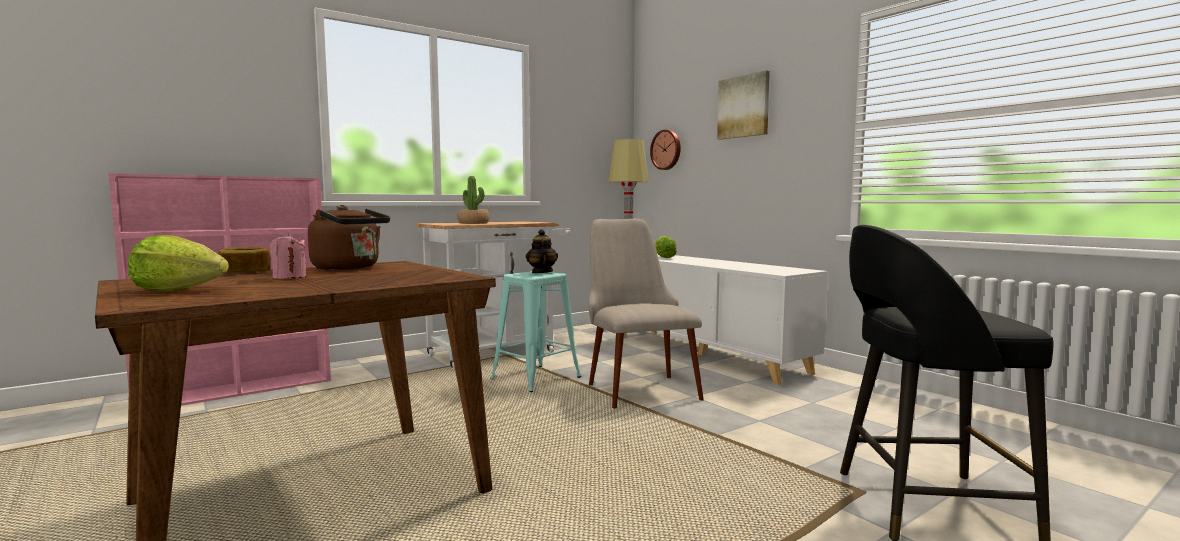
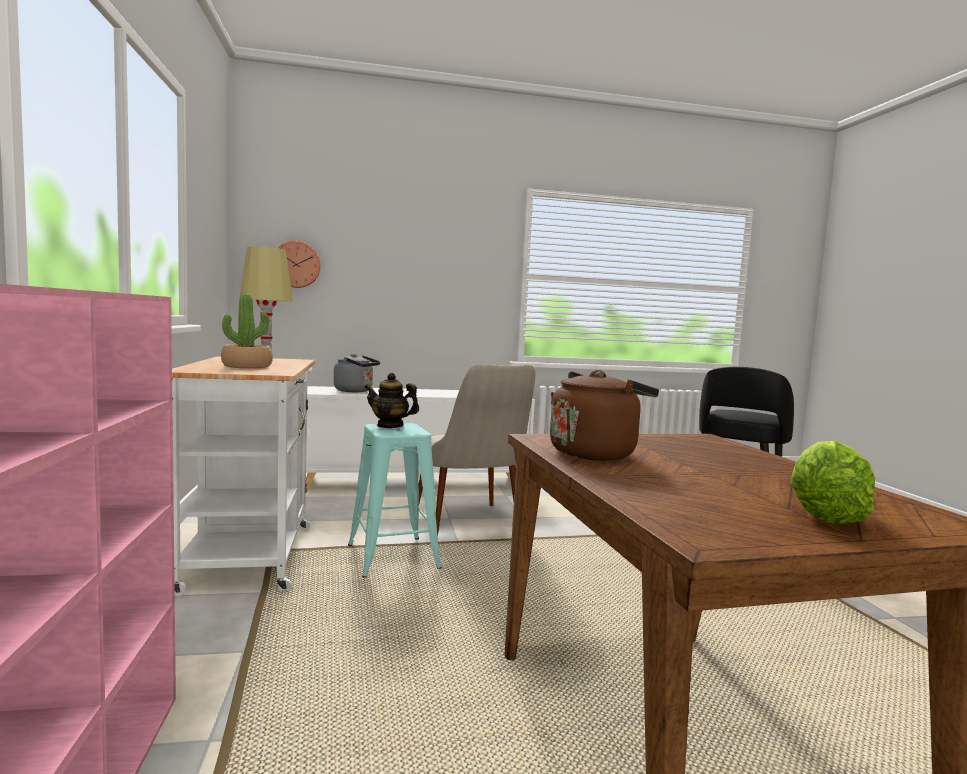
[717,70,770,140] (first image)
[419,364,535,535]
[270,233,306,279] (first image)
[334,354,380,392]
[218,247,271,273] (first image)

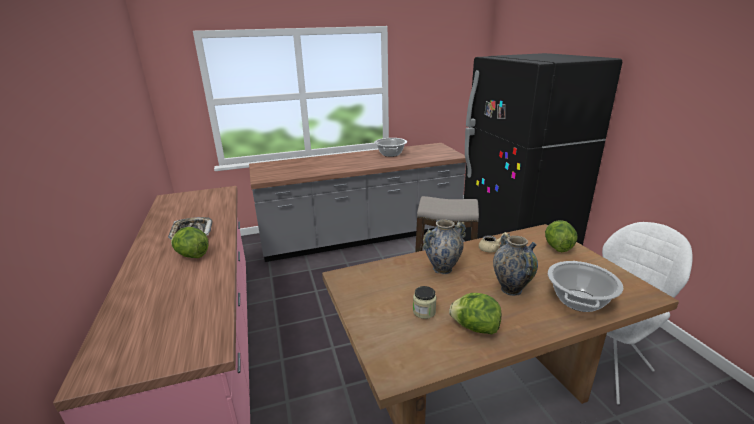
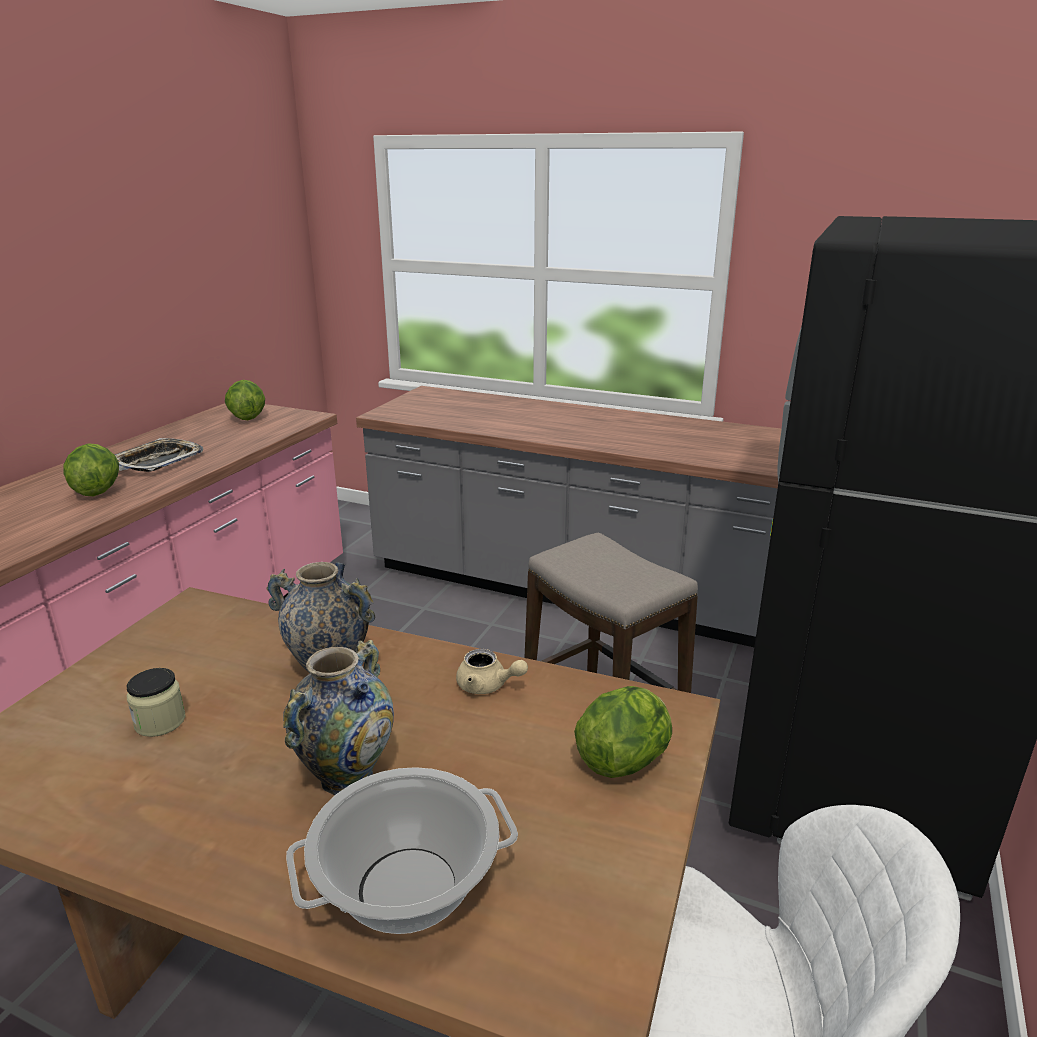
[375,138,407,157] (first image)
[225,380,265,420]

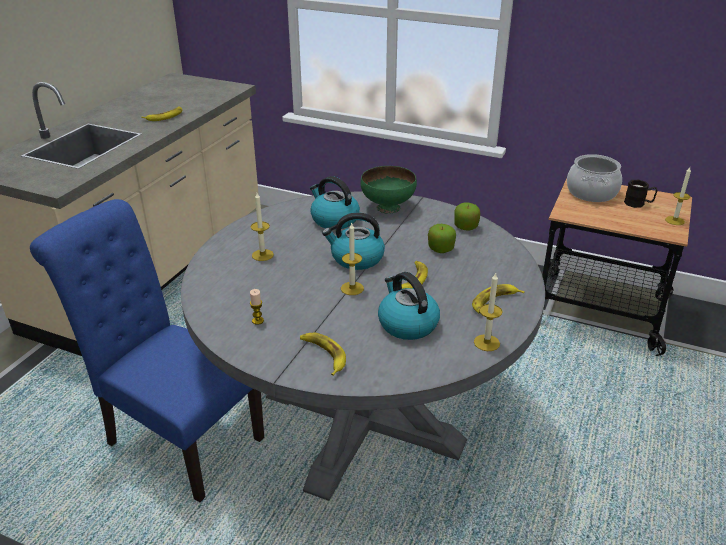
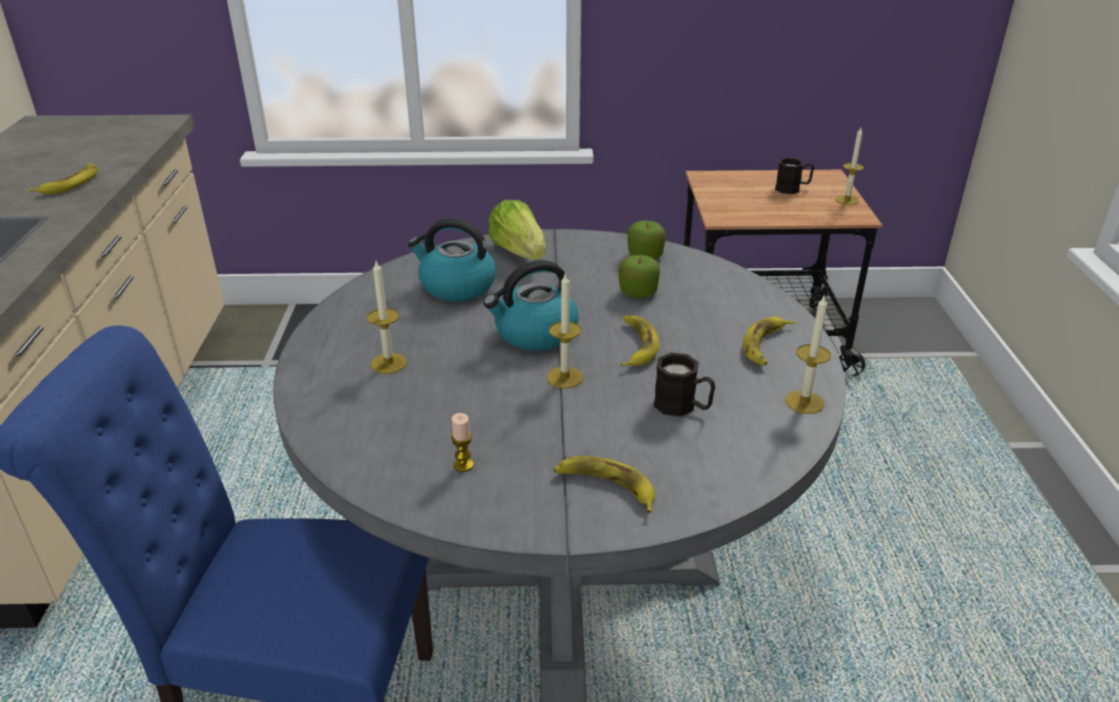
[567,154,622,202] (first image)
[488,200,546,260]
[654,353,715,417]

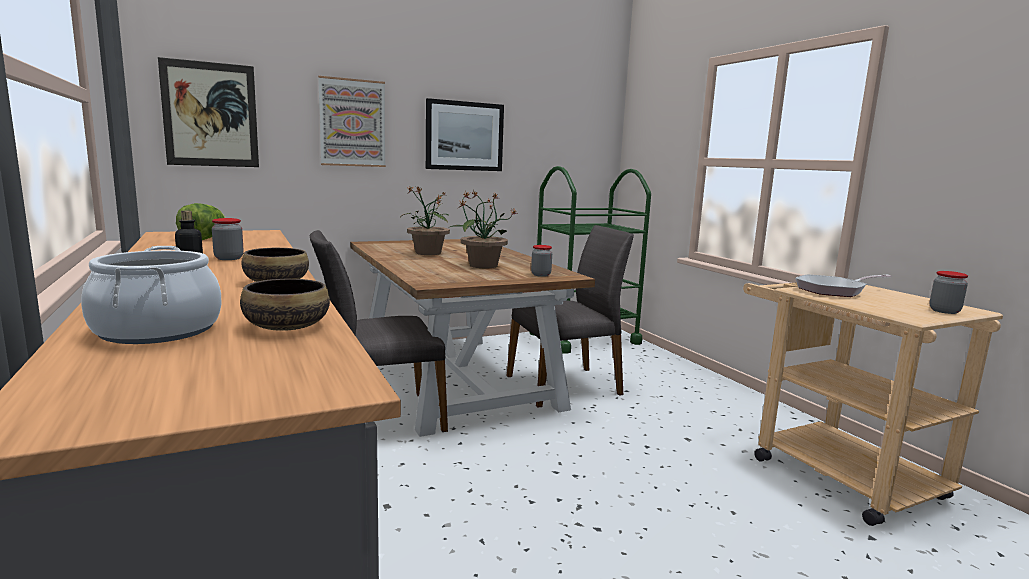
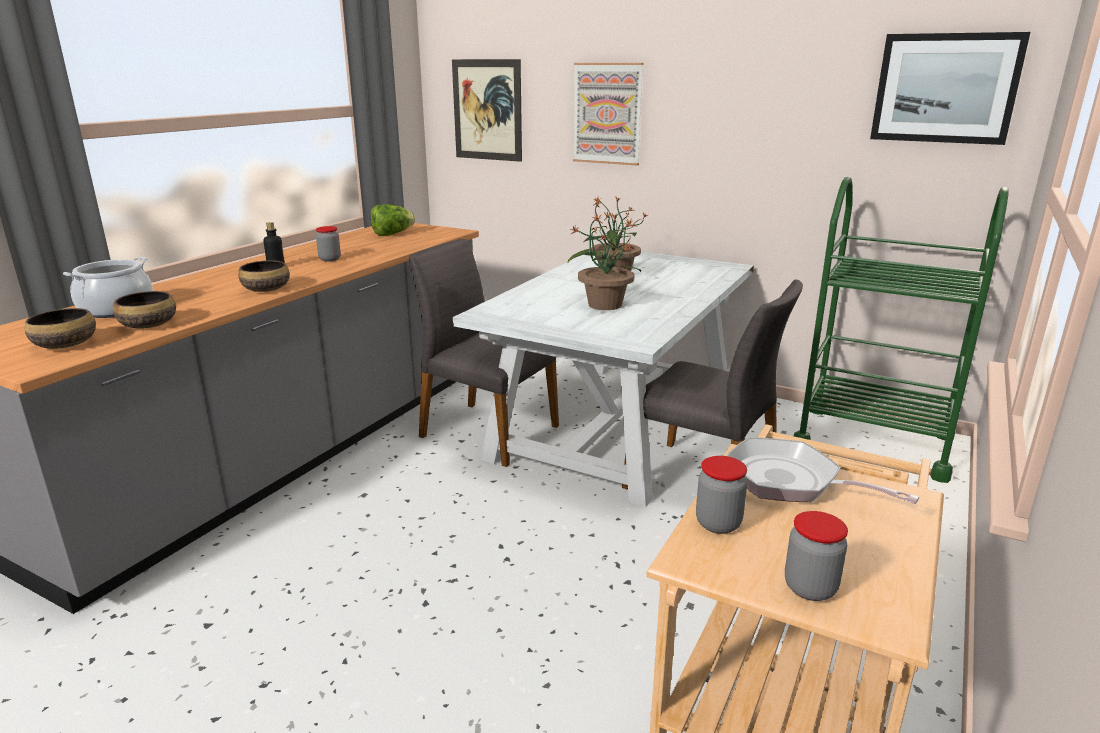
[870,32,1030,145]
[453,252,754,507]
[696,456,747,534]
[25,308,96,349]

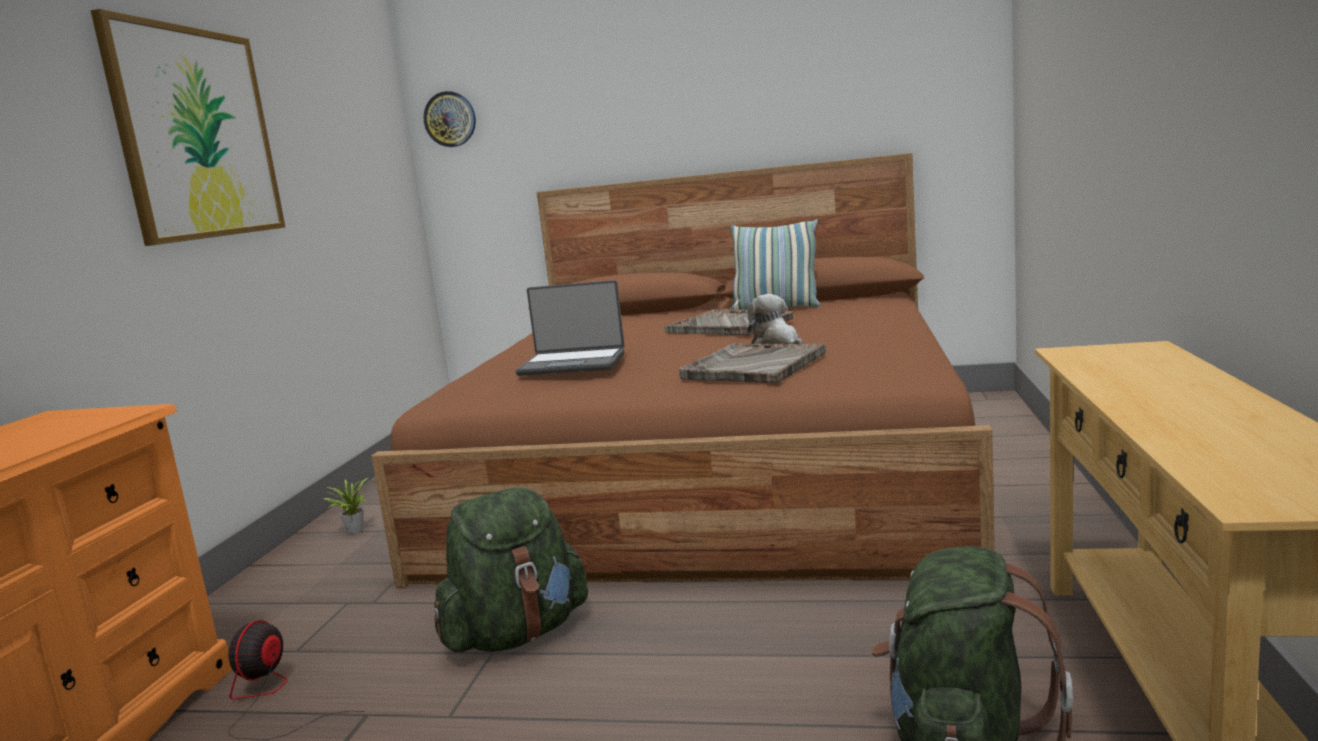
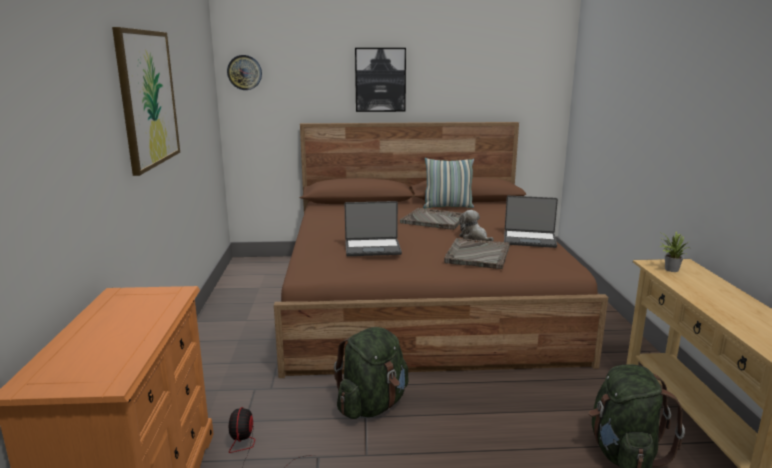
[660,232,691,272]
[355,48,406,112]
[504,196,558,248]

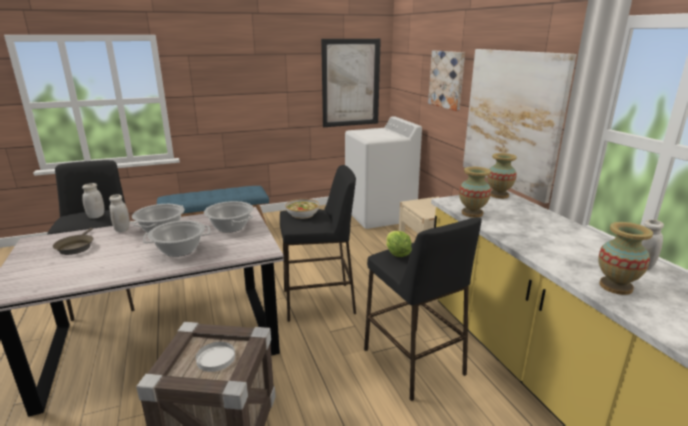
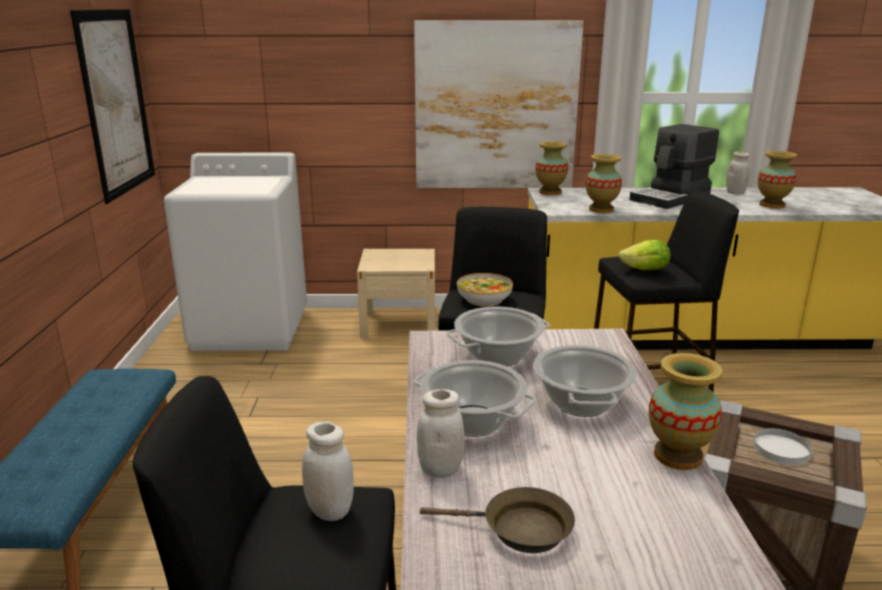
[428,51,465,111] (first image)
[629,124,719,209]
[649,353,722,470]

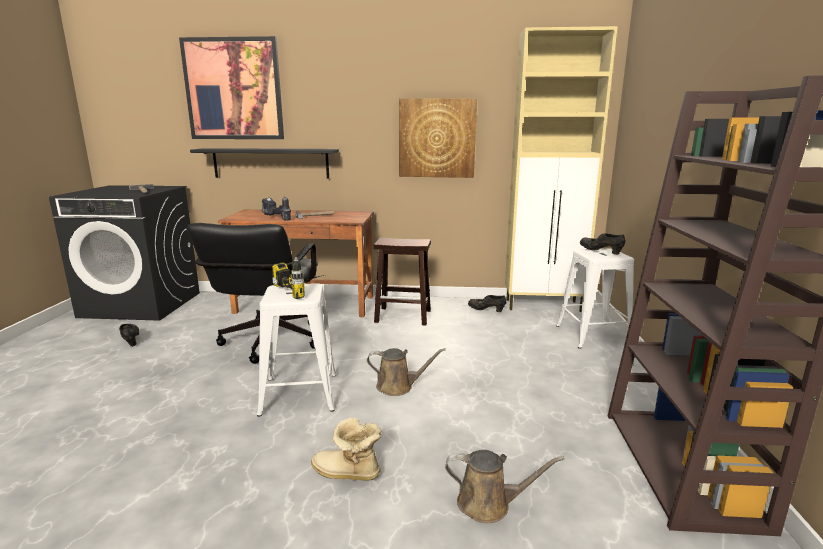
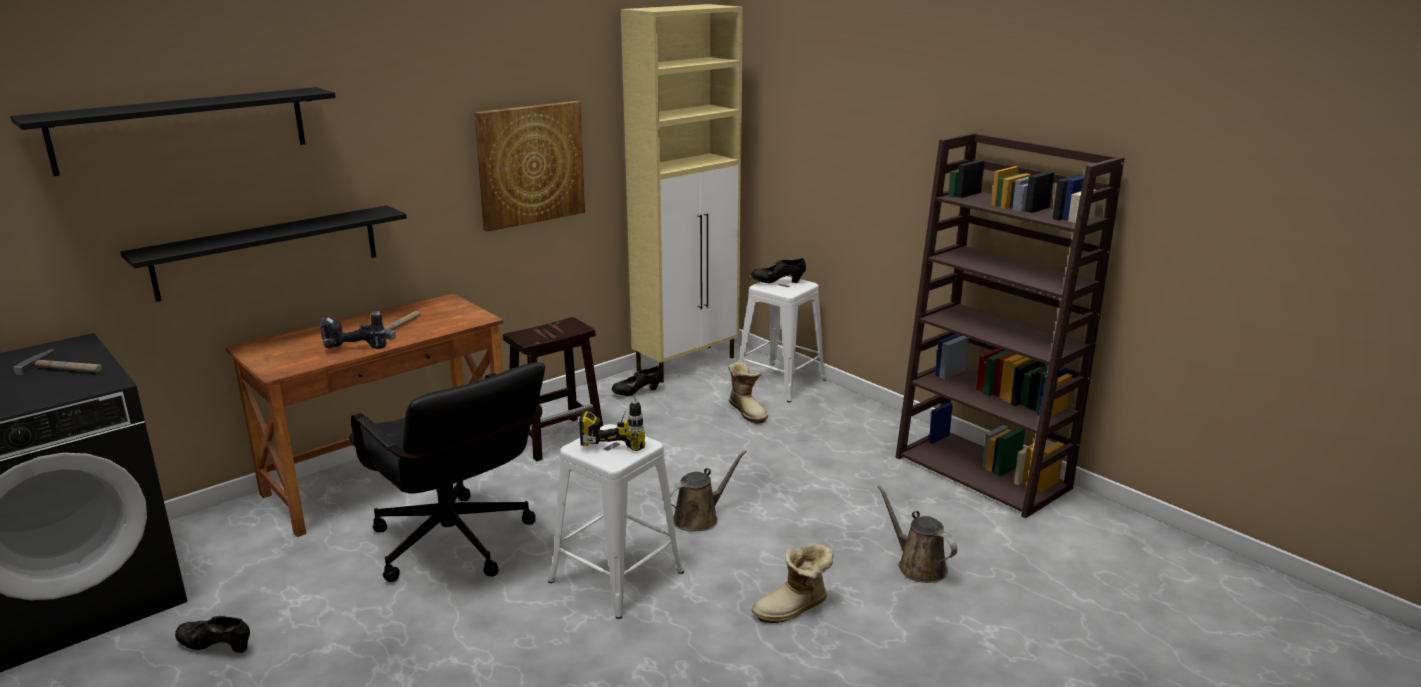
[10,87,336,176]
[877,485,957,583]
[728,362,768,424]

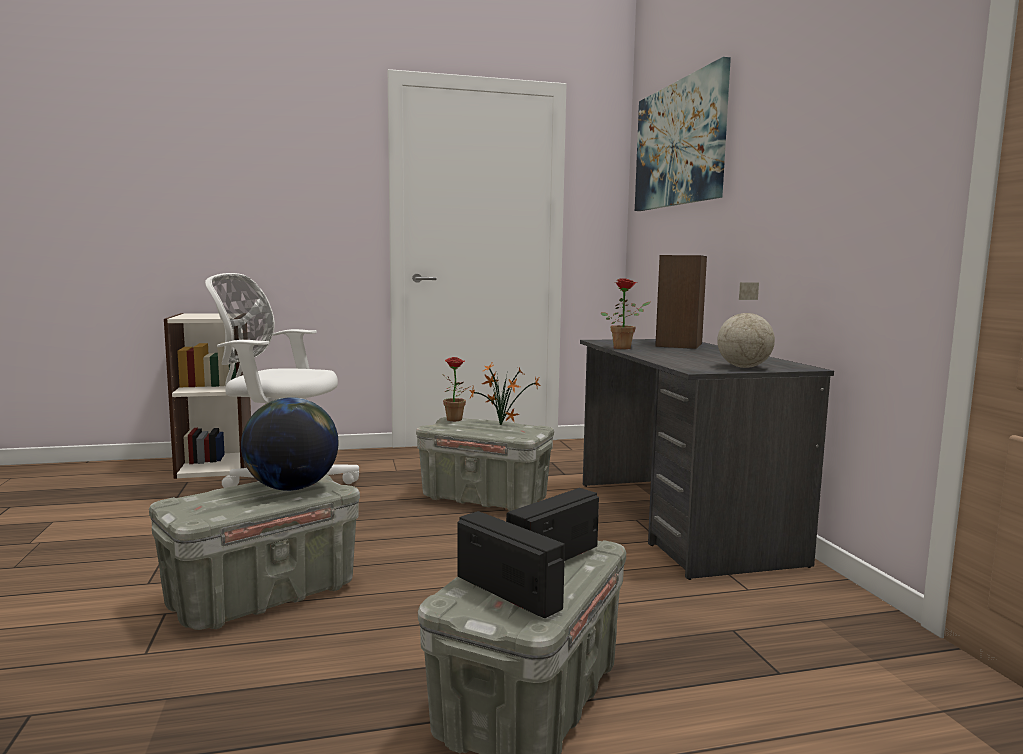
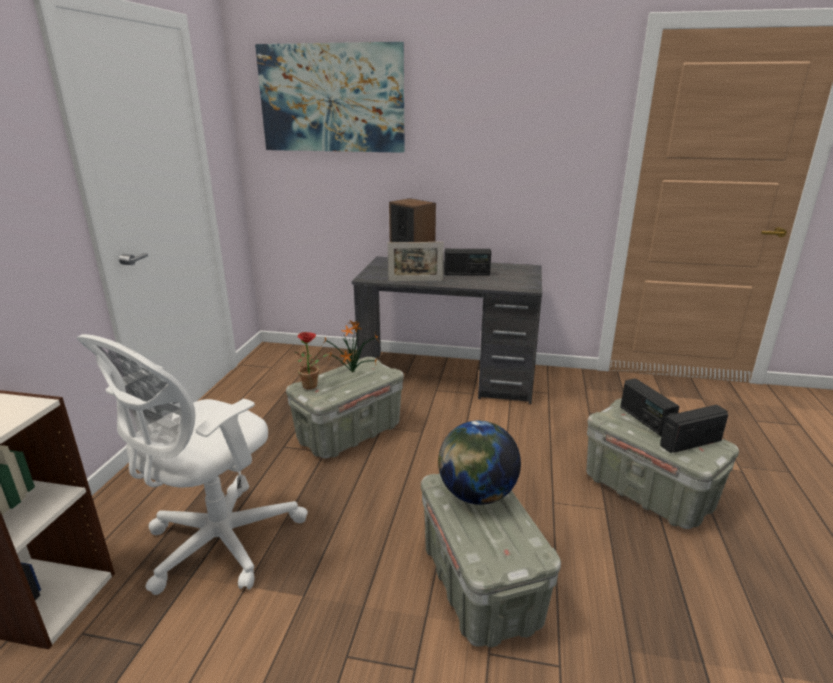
[388,242,444,281]
[717,282,775,368] (first image)
[444,249,491,276]

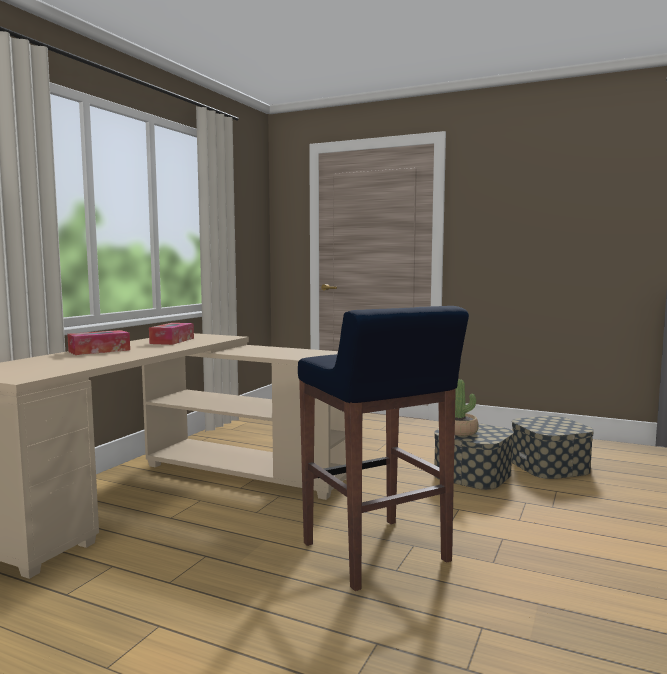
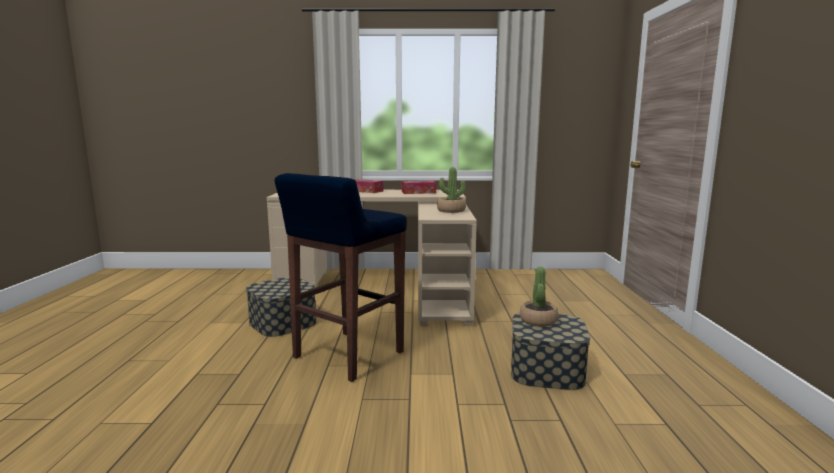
[246,277,316,337]
[437,167,466,213]

